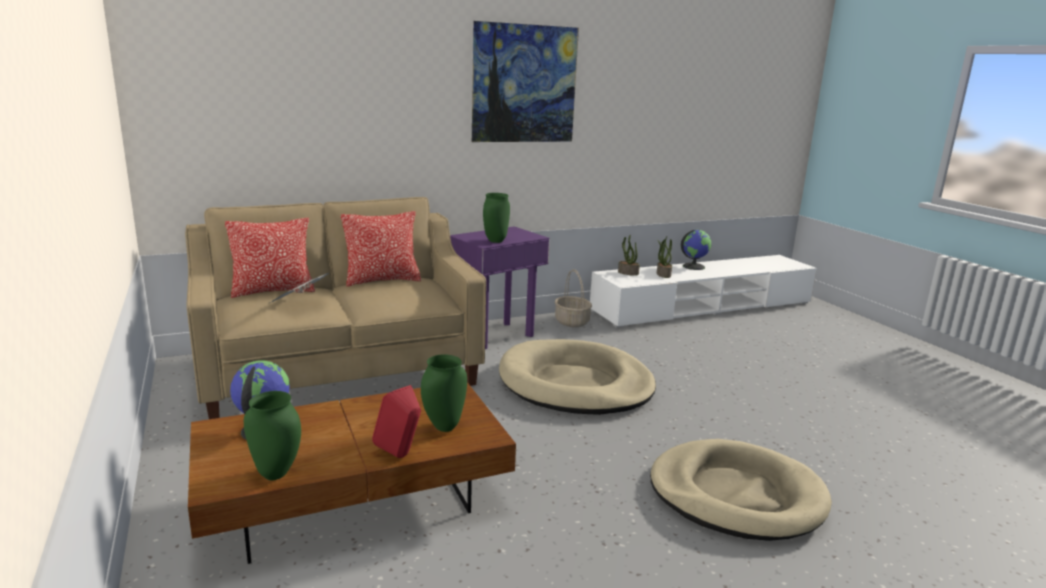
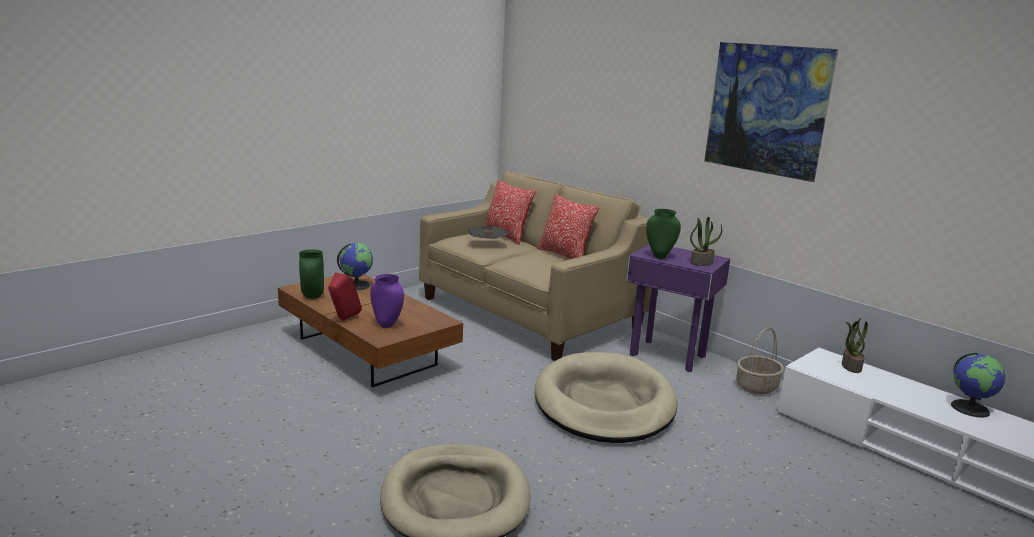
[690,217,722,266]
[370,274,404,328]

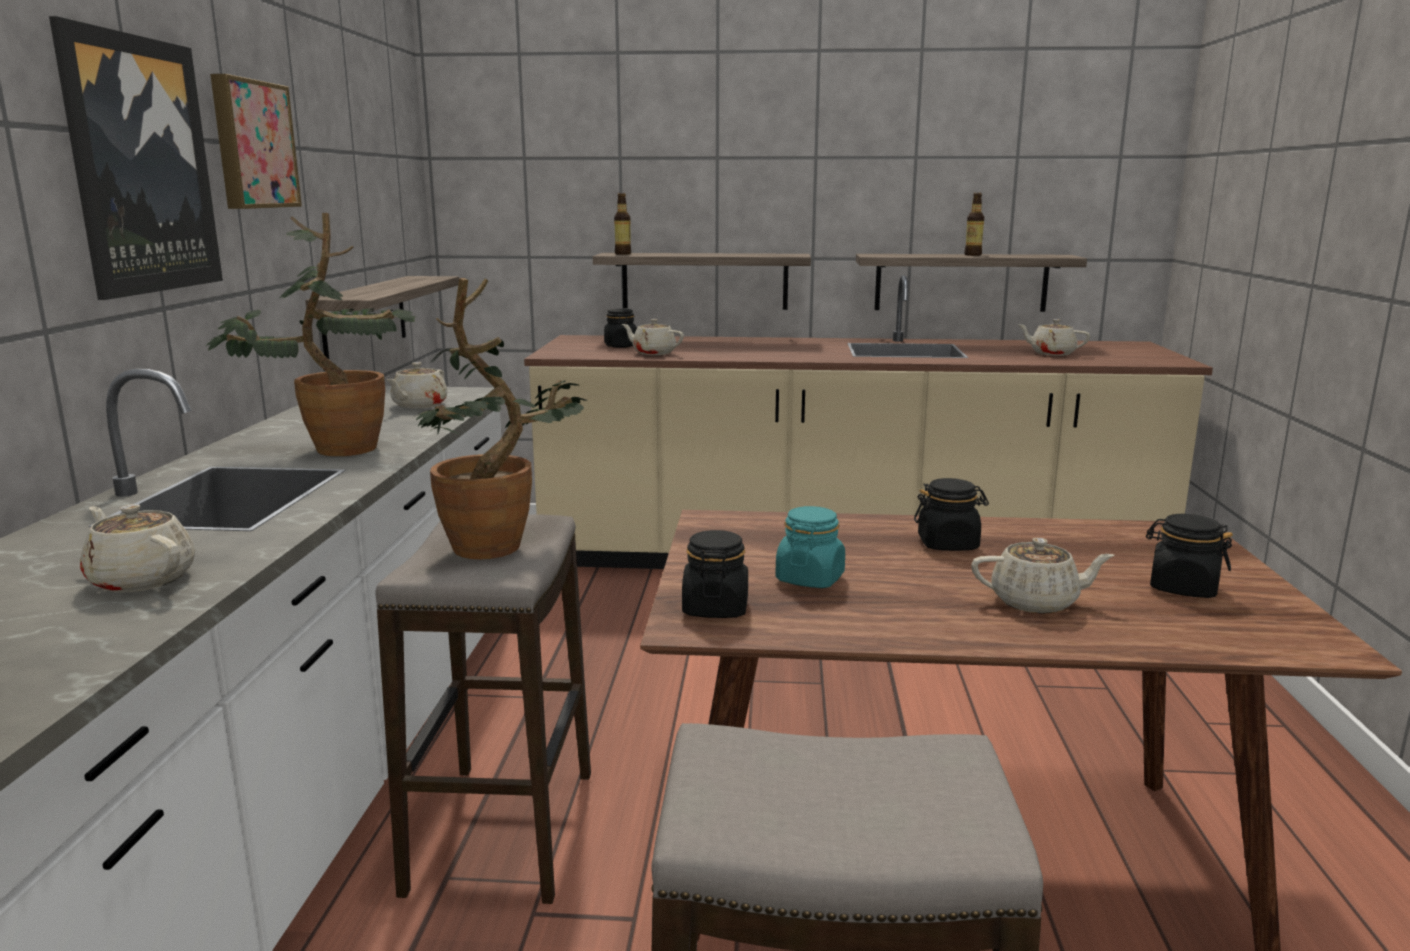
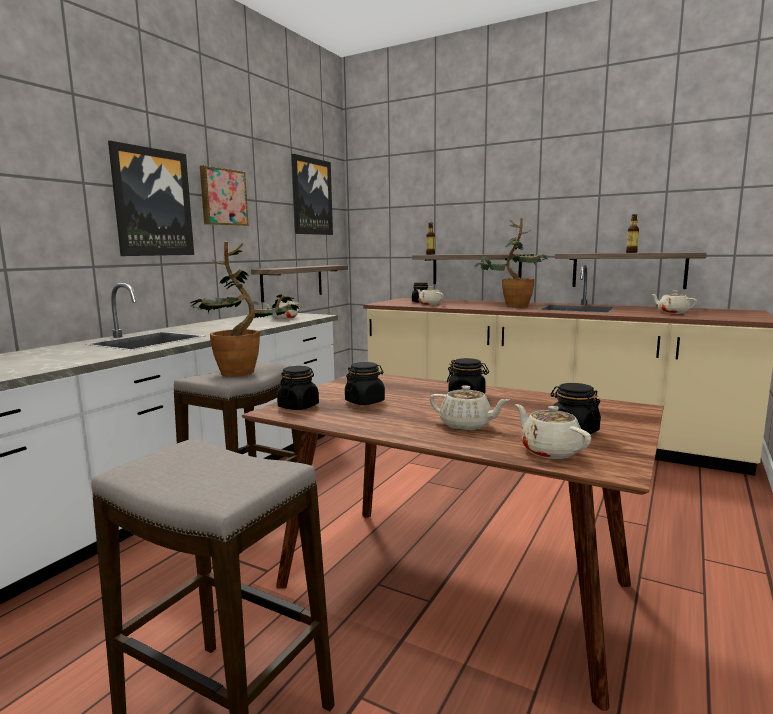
[474,218,548,307]
[516,404,591,459]
[345,362,385,405]
[292,154,333,235]

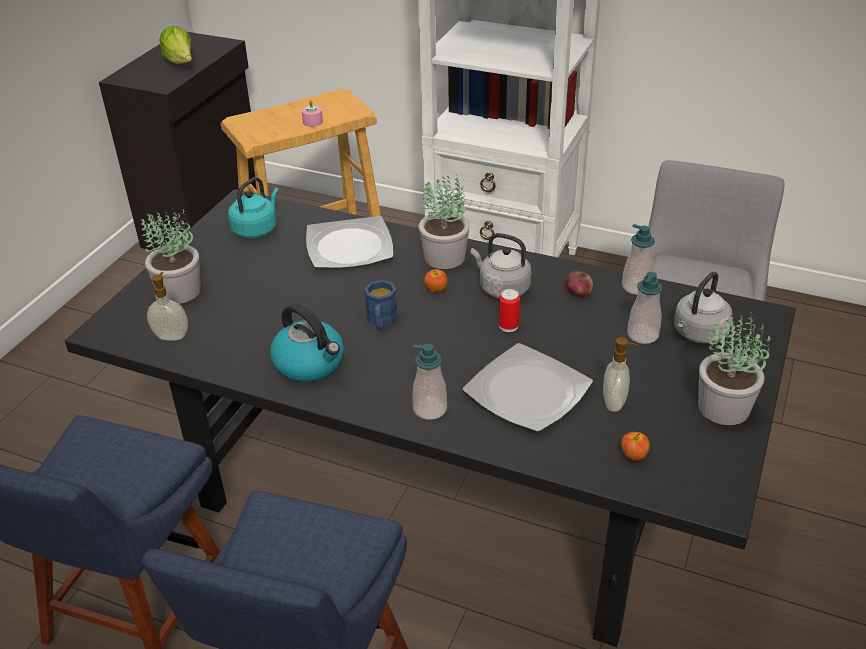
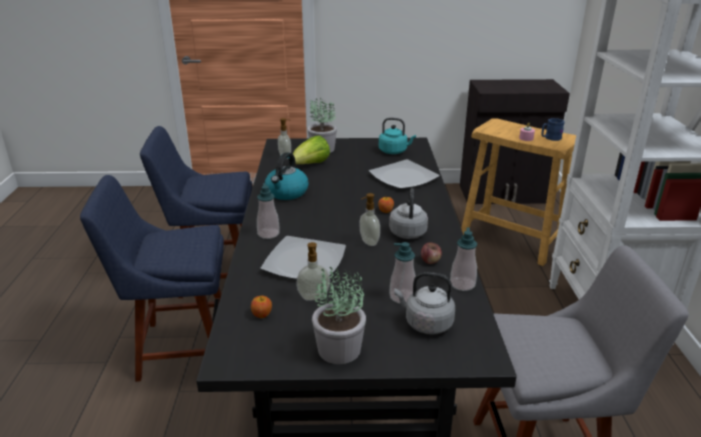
[293,136,330,164]
[419,176,470,269] (first image)
[541,118,565,141]
[359,193,380,246]

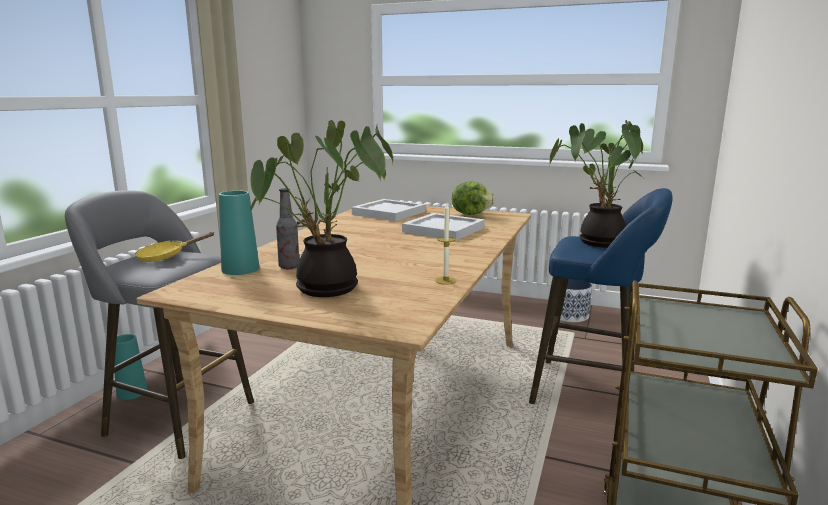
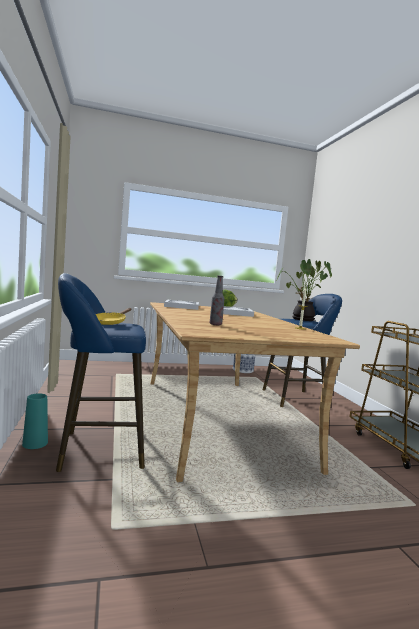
[250,120,393,297] (first image)
[56,273,146,472]
[219,191,260,275] (first image)

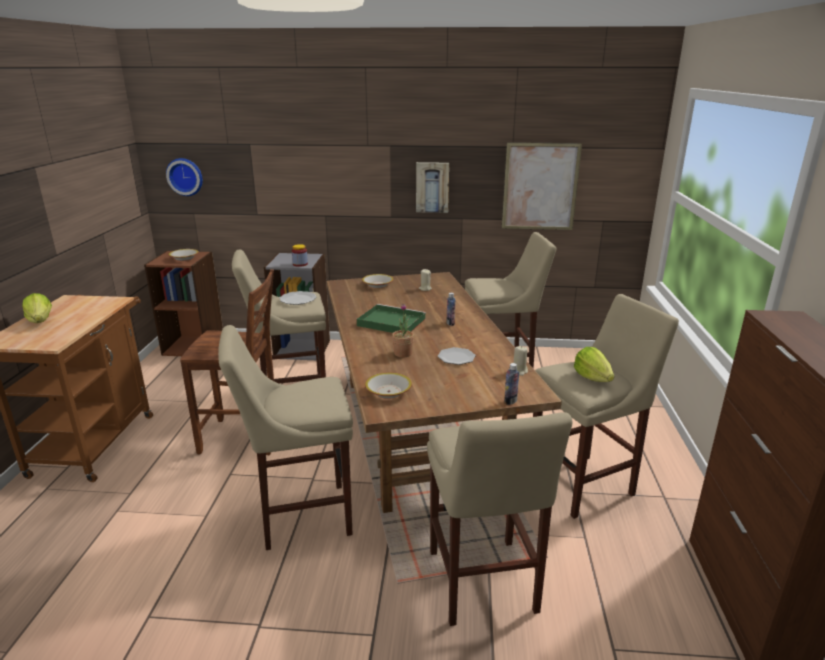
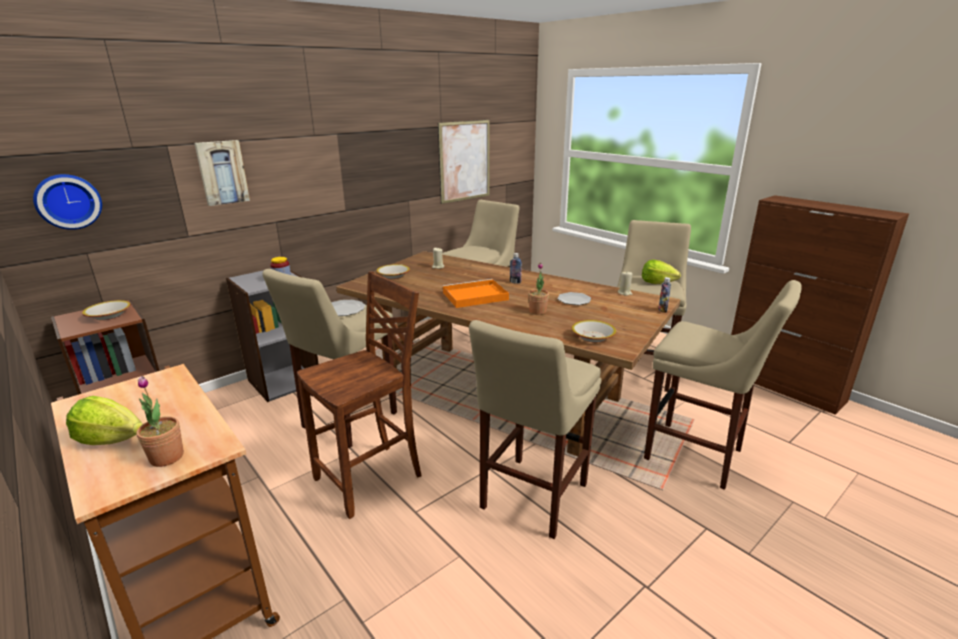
[194,140,250,206]
[442,279,509,308]
[136,376,184,467]

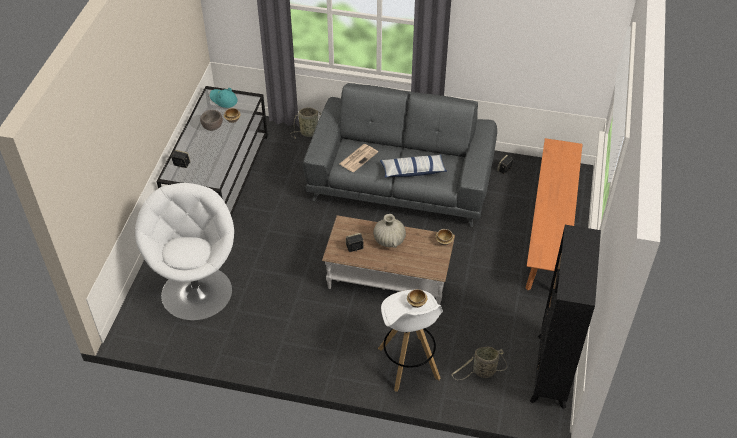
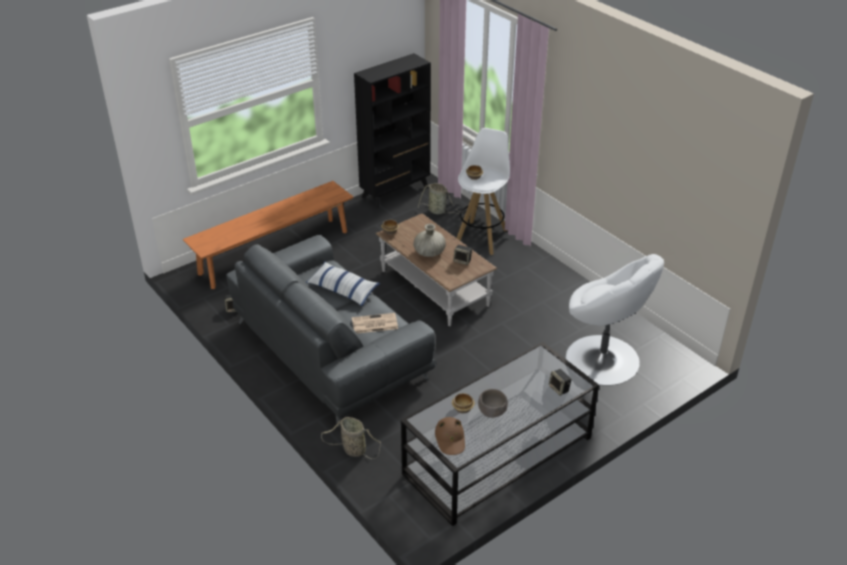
[435,417,465,455]
[565,254,664,386]

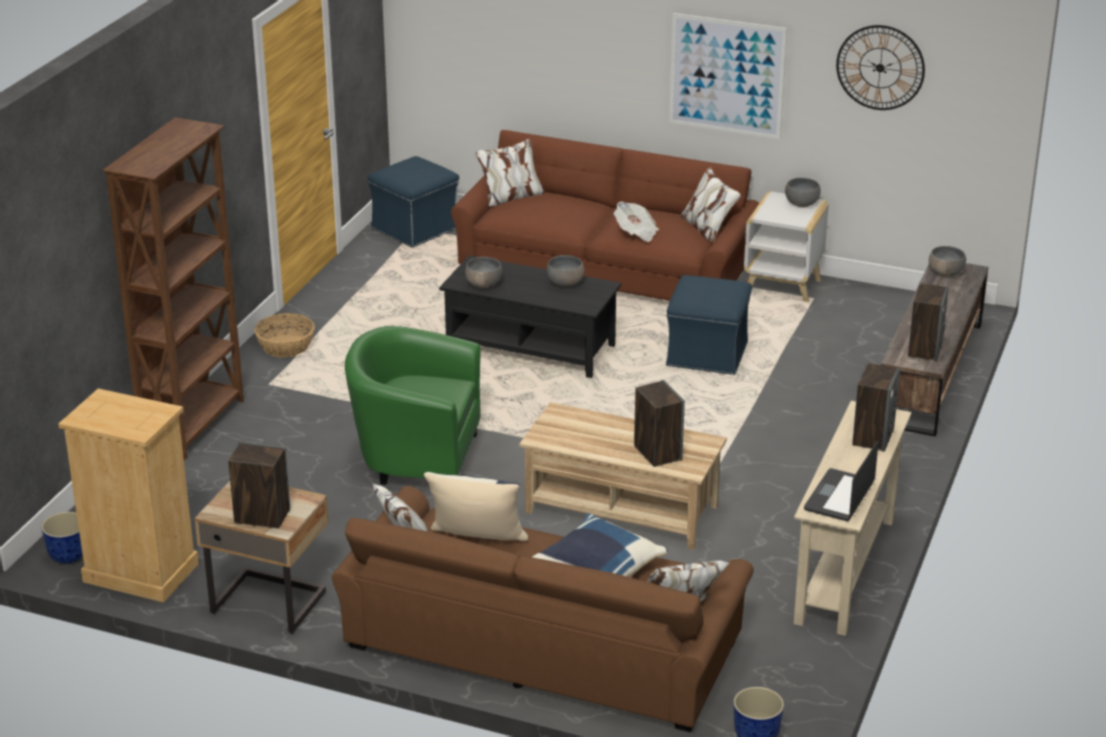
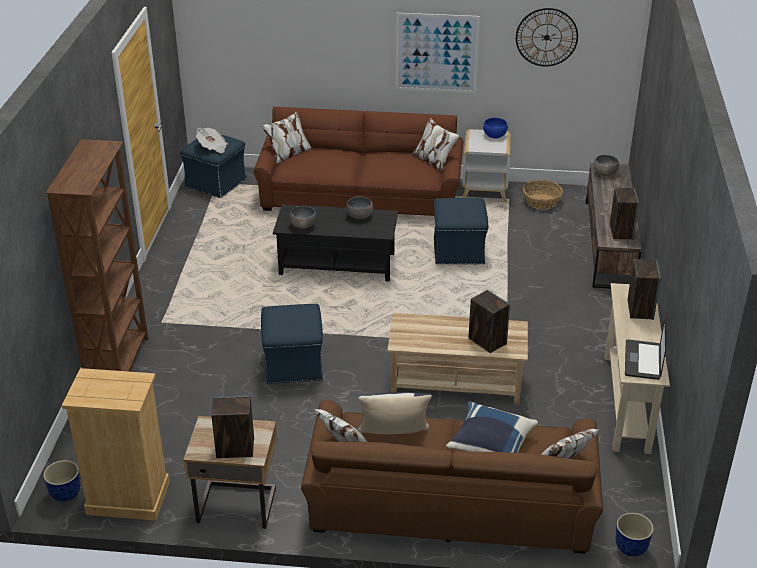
[483,118,508,138]
[196,128,228,153]
[523,180,563,210]
[261,304,323,384]

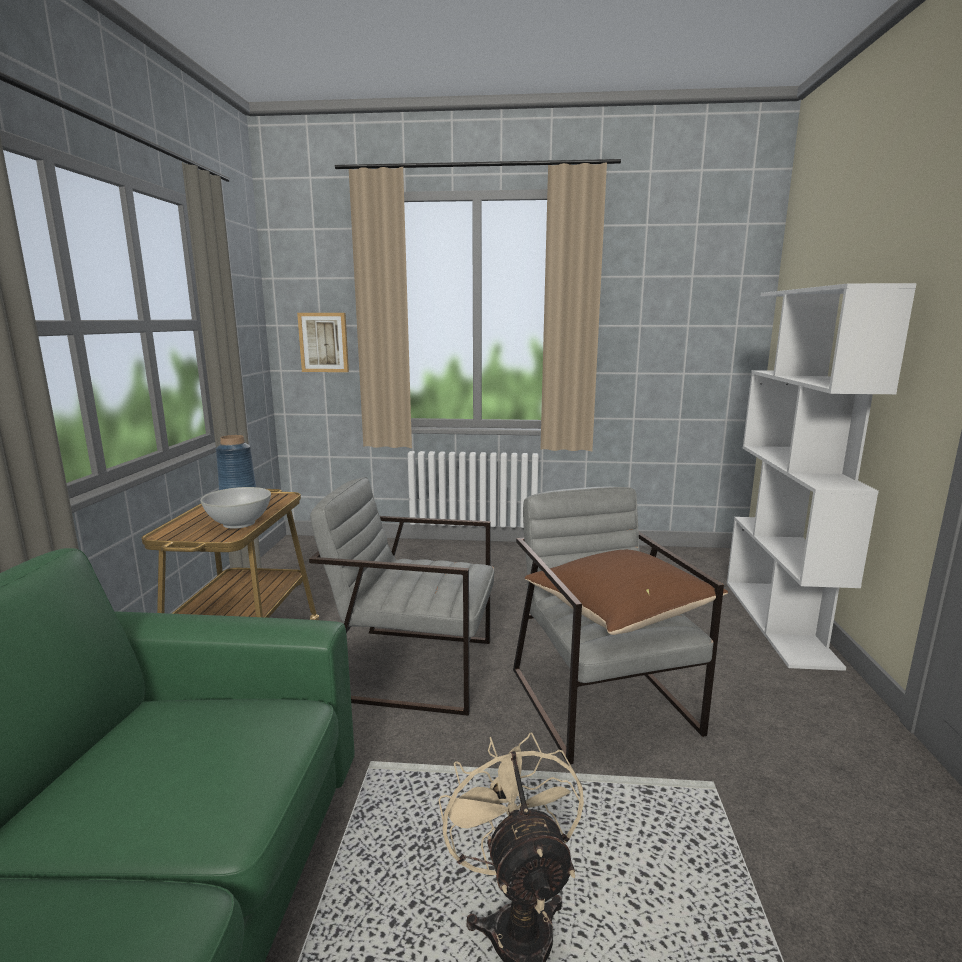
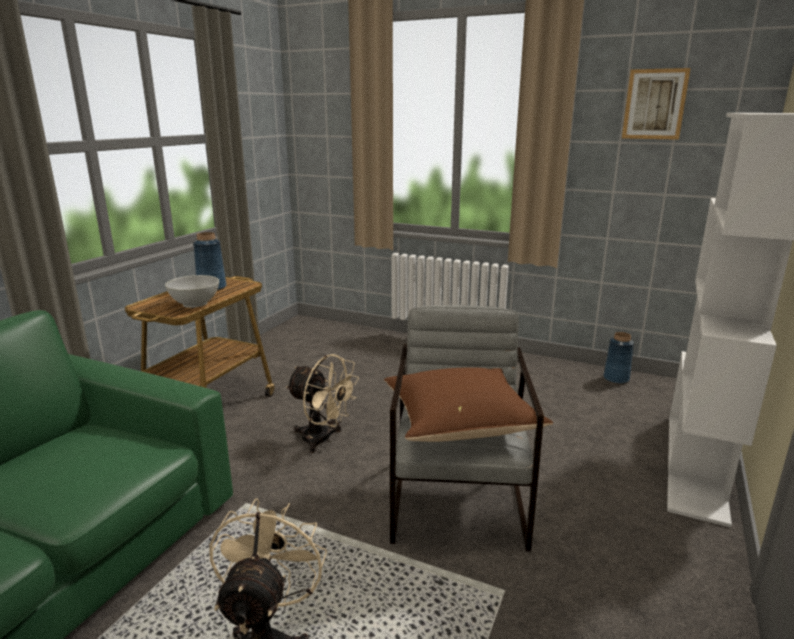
[622,68,691,140]
[286,354,359,453]
[603,332,634,384]

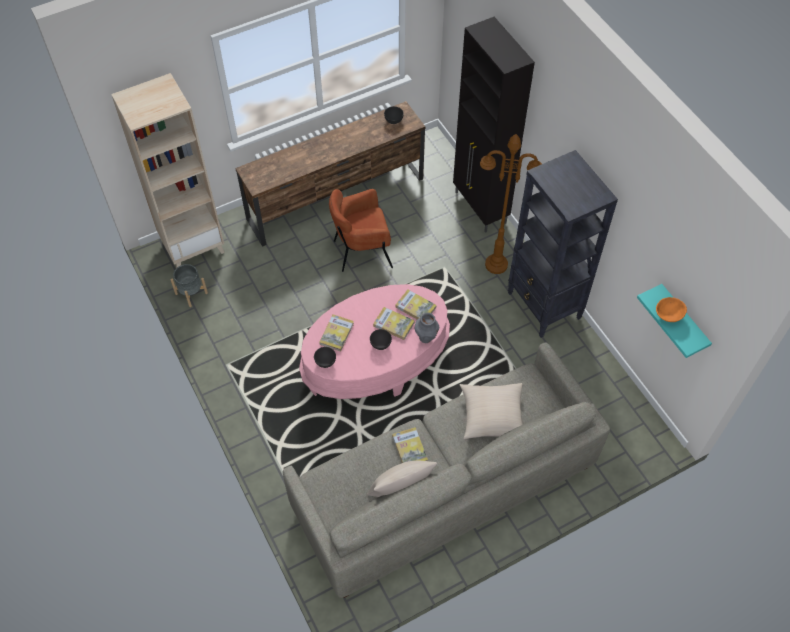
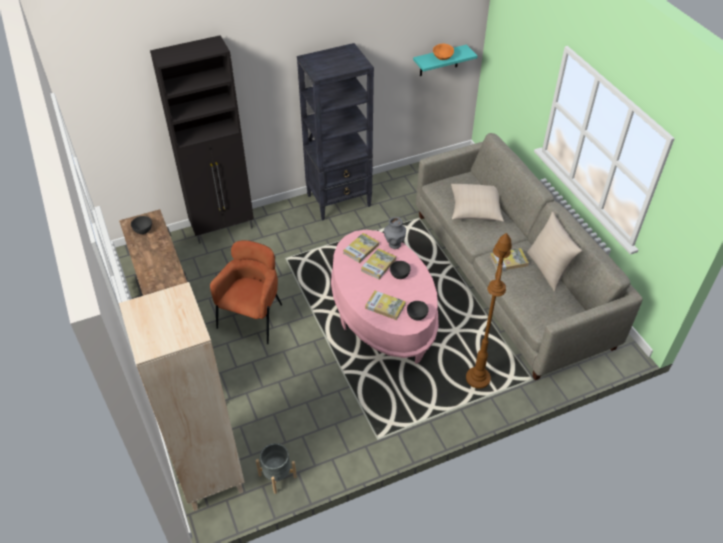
[466,233,512,389]
[210,240,282,344]

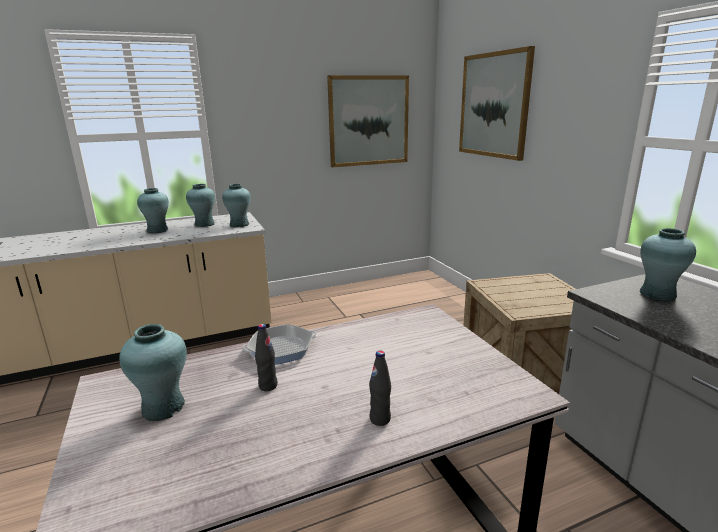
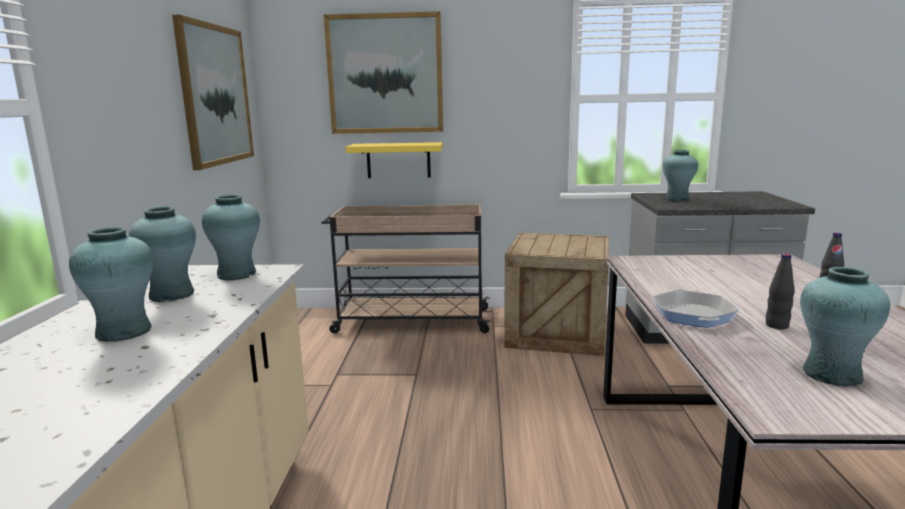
[345,142,443,178]
[321,204,490,334]

